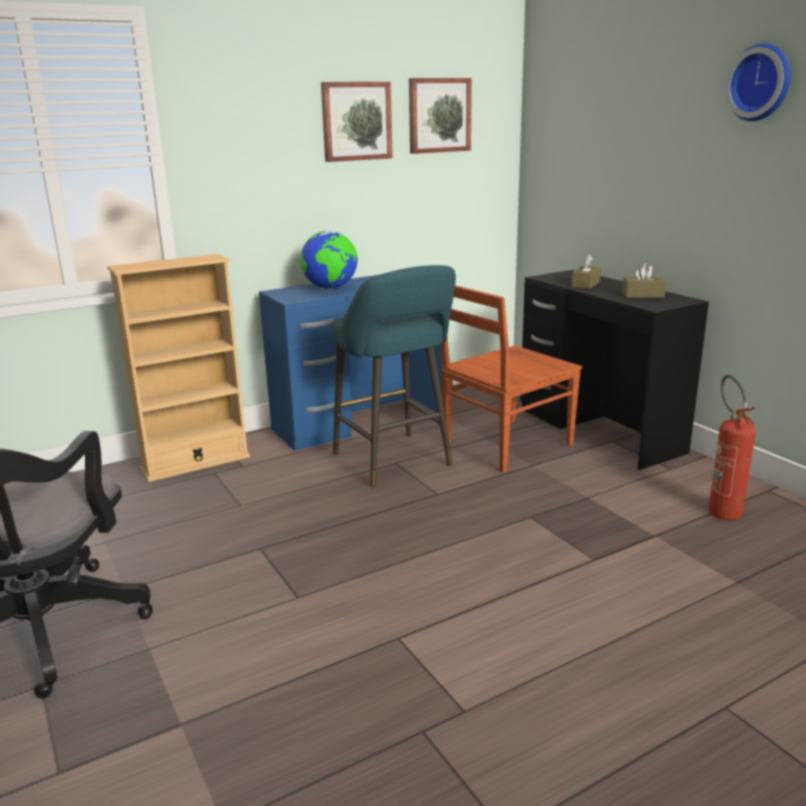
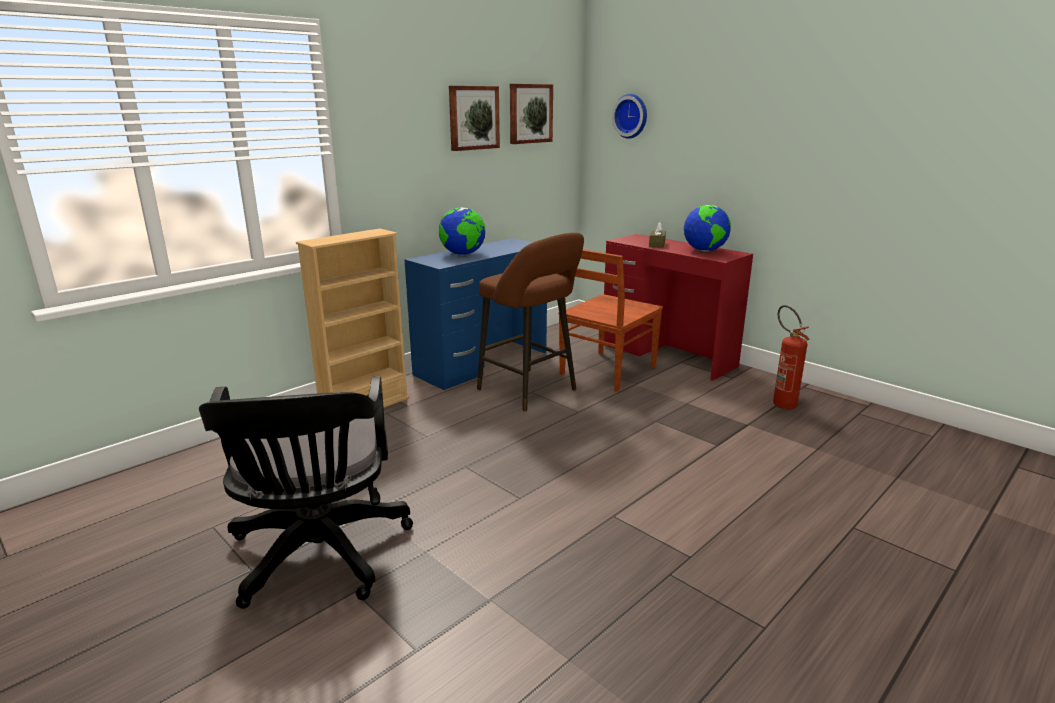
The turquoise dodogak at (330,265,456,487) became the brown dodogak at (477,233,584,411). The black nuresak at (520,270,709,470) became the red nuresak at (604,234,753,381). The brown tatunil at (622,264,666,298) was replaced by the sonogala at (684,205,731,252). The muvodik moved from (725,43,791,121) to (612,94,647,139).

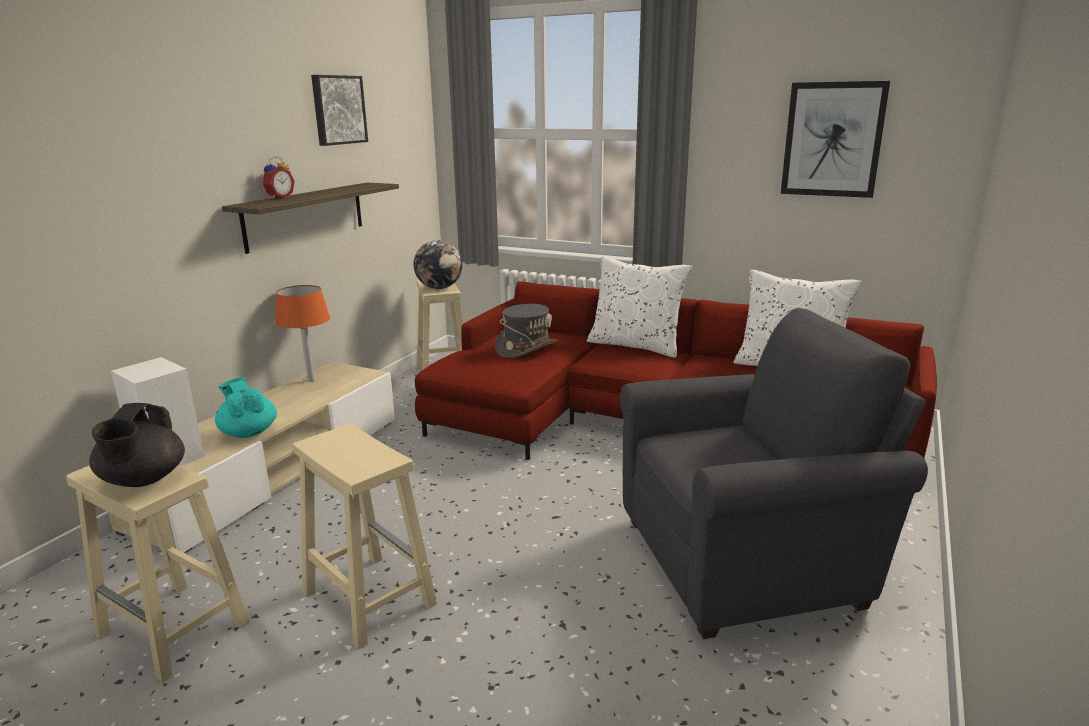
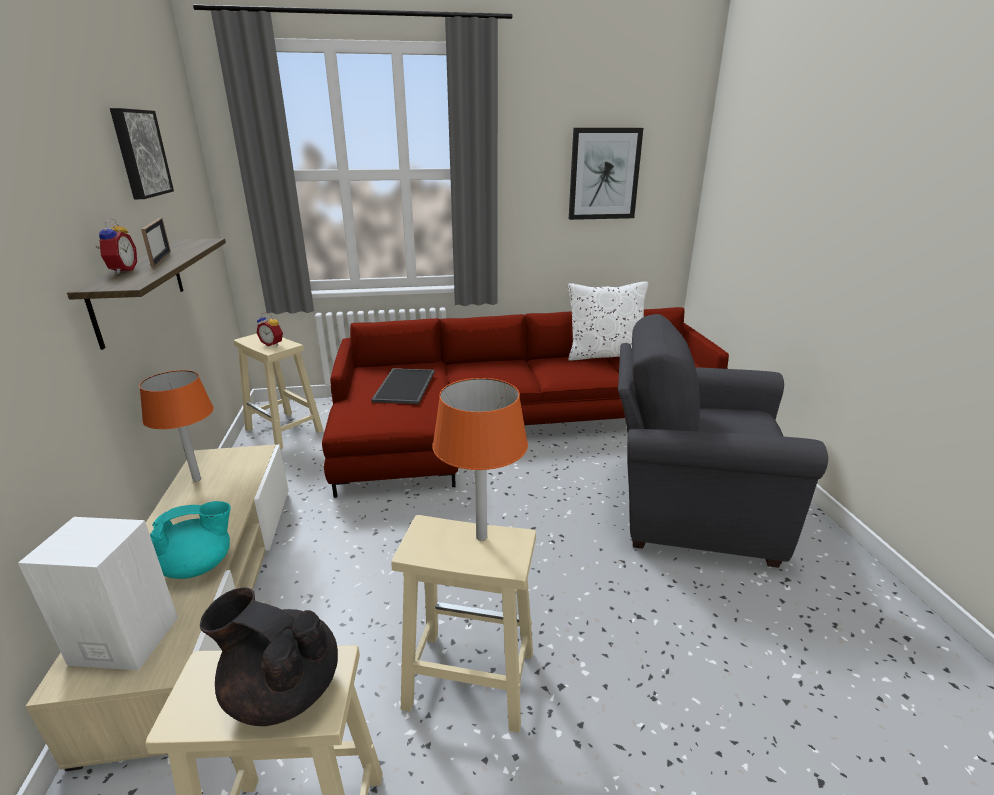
The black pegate at (89,403,185,487) turned 150 degrees clockwise. The turquoise pegate at (215,377,277,438) turned 135 degrees clockwise. The sonogala at (414,240,462,289) was replaced by the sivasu at (256,313,283,346). The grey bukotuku at (495,304,558,358) was replaced by the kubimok at (371,368,435,404). The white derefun at (587,256,692,358) disappeared. The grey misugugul at (620,308,928,639) turned 120 degrees counterclockwise. The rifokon at (141,218,171,267) appeared. The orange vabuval at (432,378,528,541) appeared.

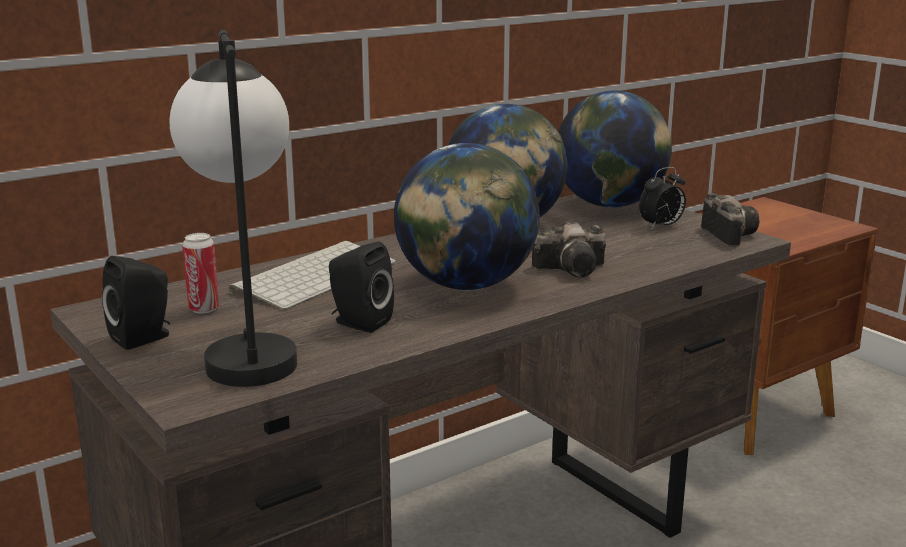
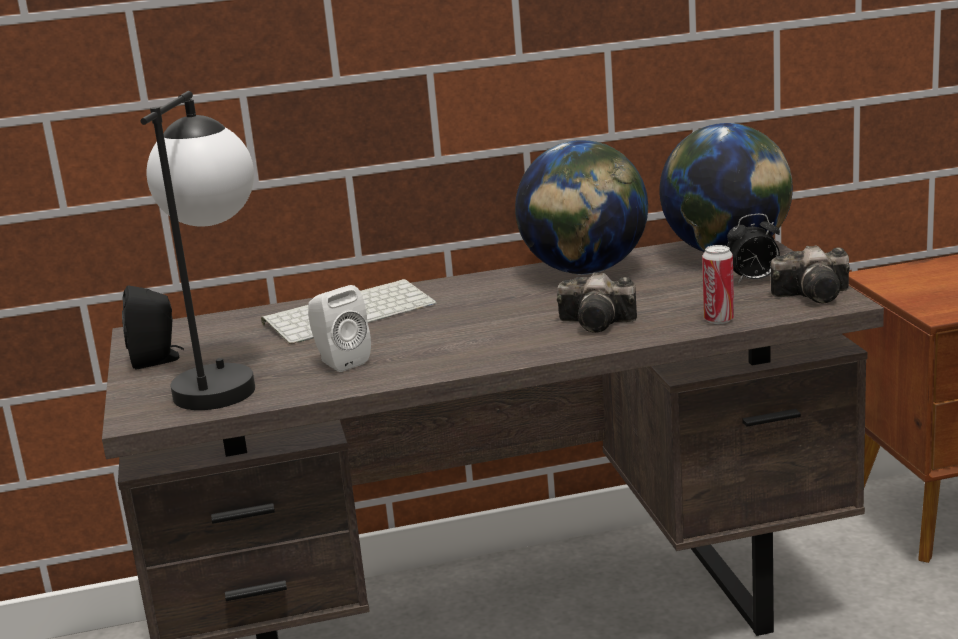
The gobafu moved from (182,233,219,314) to (702,245,734,324). The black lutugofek at (329,242,394,333) became the white lutugofek at (308,285,371,372). The sonogala at (394,143,540,291) disappeared. The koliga at (701,193,760,247) turned 75 degrees clockwise.

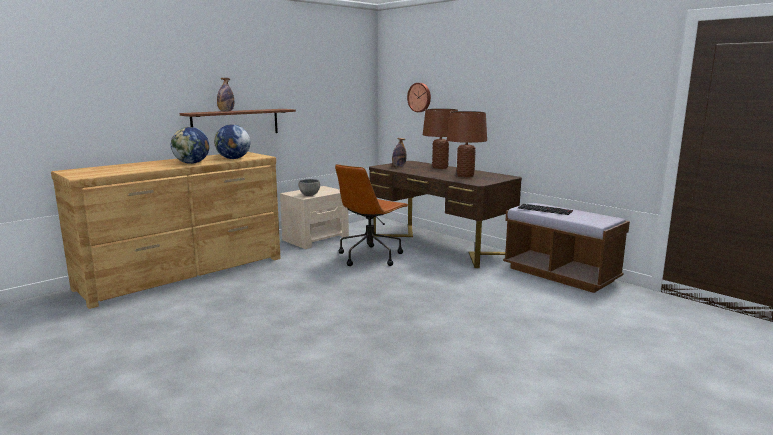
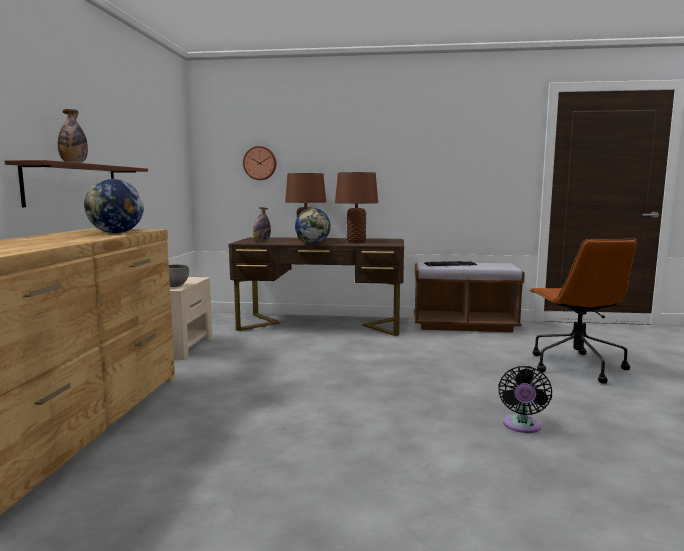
The sonogala moved from (171,127,210,164) to (295,208,331,244). The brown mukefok moved from (335,164,409,266) to (529,239,637,384). The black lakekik at (498,366,552,433) appeared.

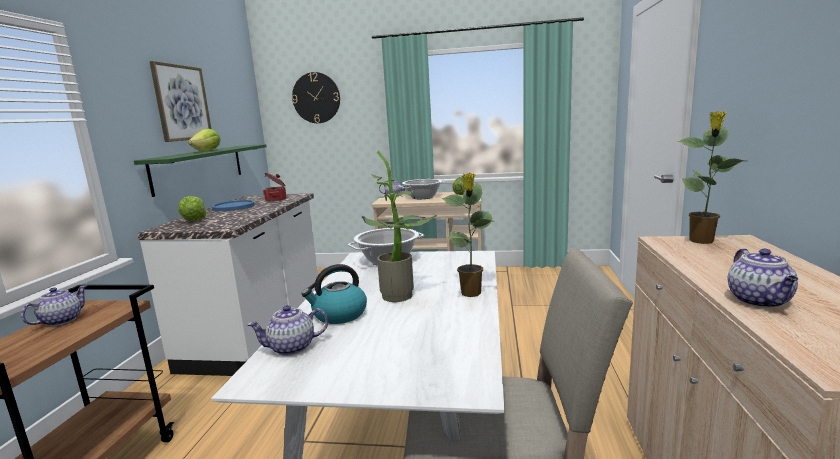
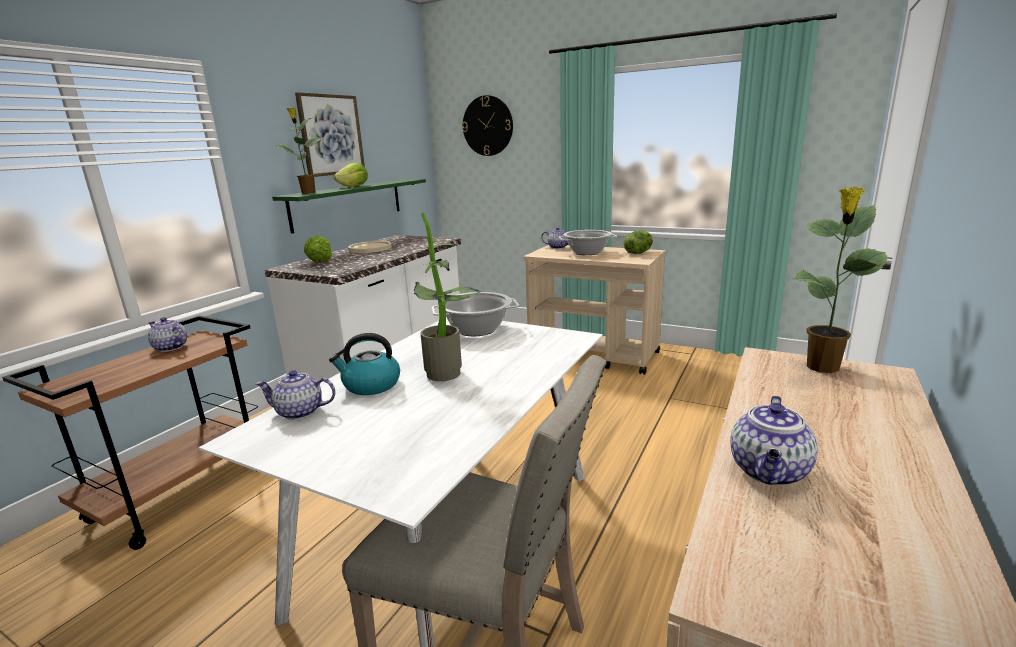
The pegate at (21,285,87,326) turned 105 degrees counterclockwise. The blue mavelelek at (212,200,255,211) became the beige mavelelek at (348,241,392,253). The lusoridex at (263,173,286,201) disappeared. The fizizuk moved from (442,173,492,297) to (274,107,323,194).

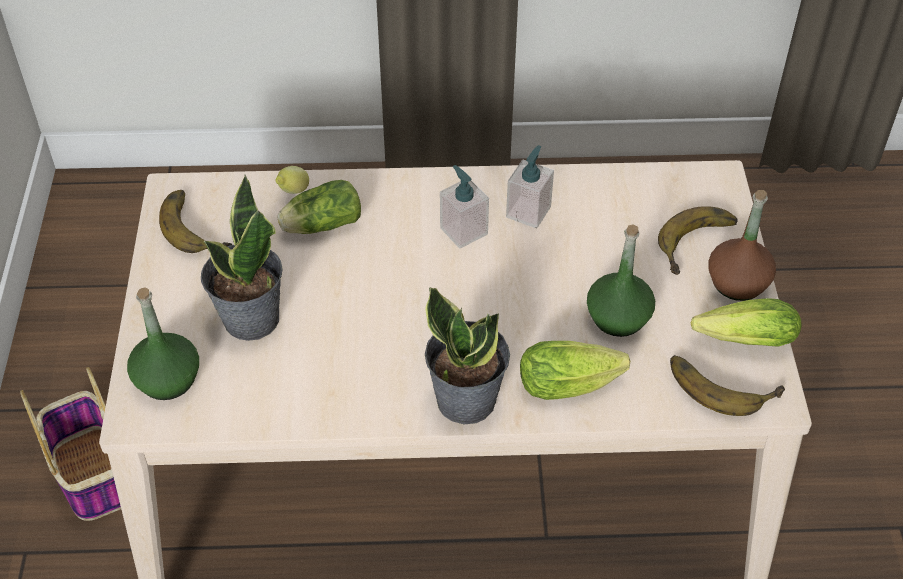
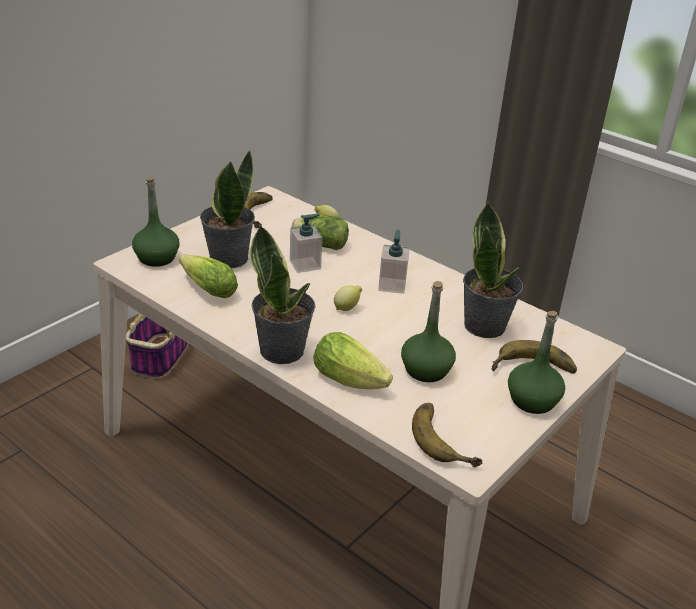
The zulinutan moved from (506,145,554,228) to (290,214,322,273). The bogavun moved from (691,298,801,347) to (179,254,238,298). The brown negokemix at (708,190,776,301) became the green negokemix at (508,311,565,414). The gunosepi at (334,285,362,311) appeared. The fizizuk at (463,202,523,338) appeared.

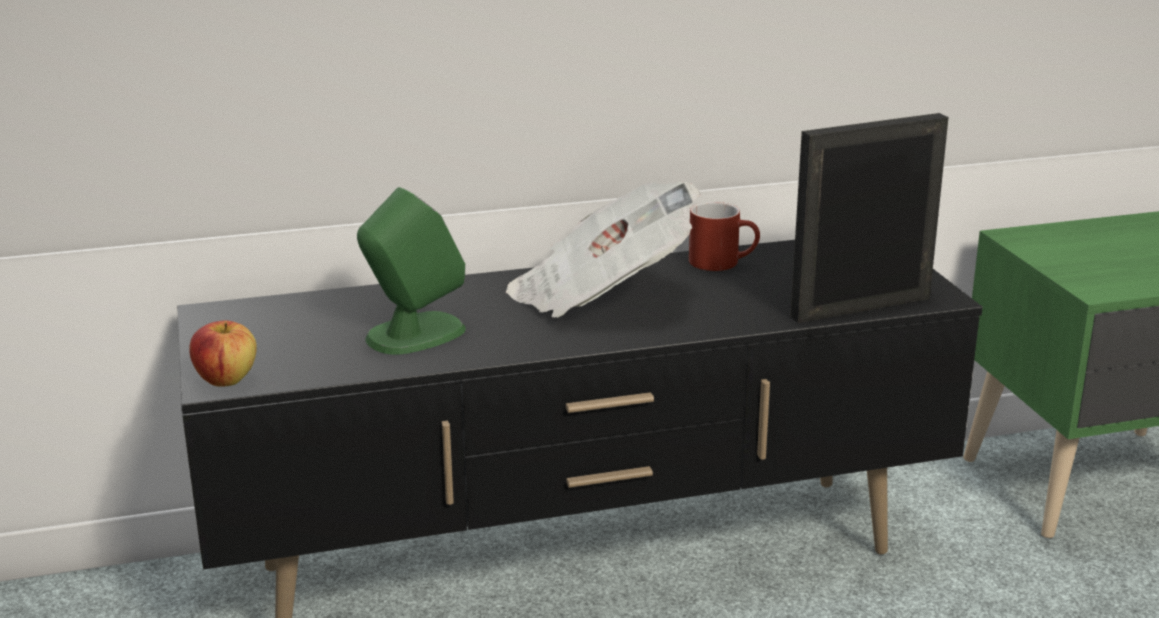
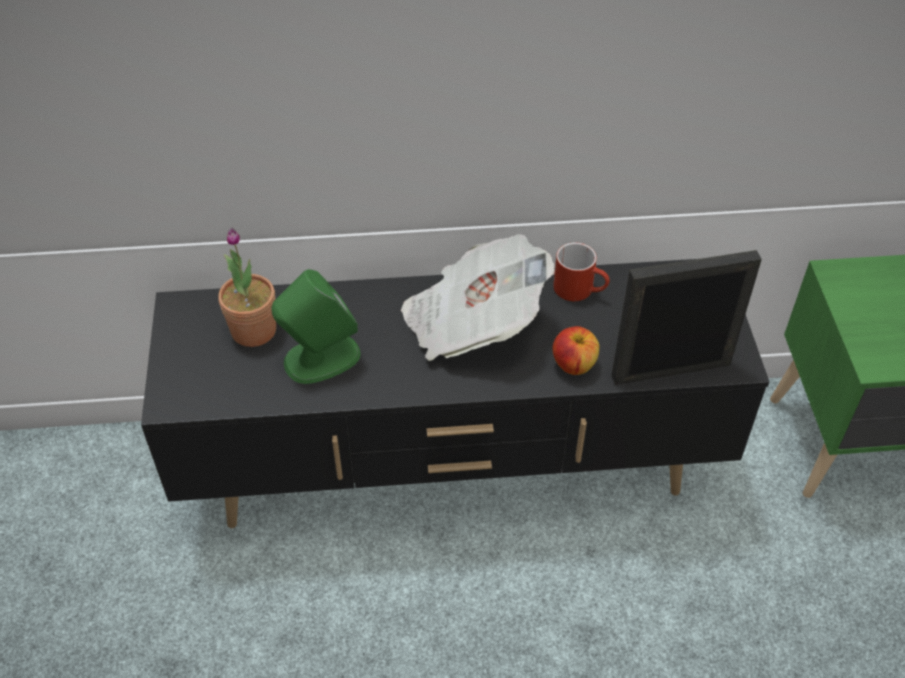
The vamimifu moved from (189,321,257,387) to (553,326,599,375). The fizizuk at (218,228,276,347) appeared.

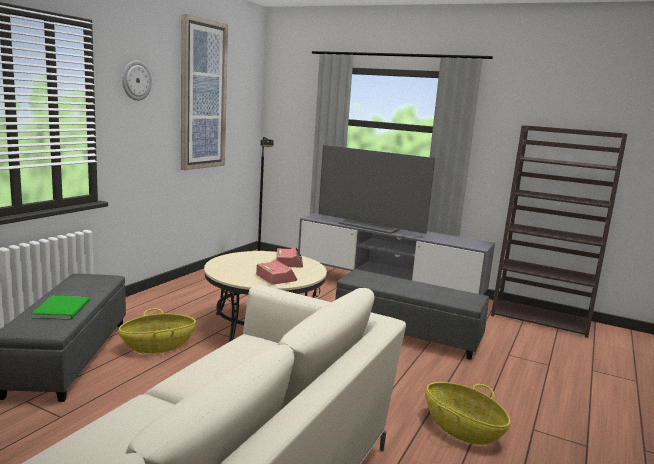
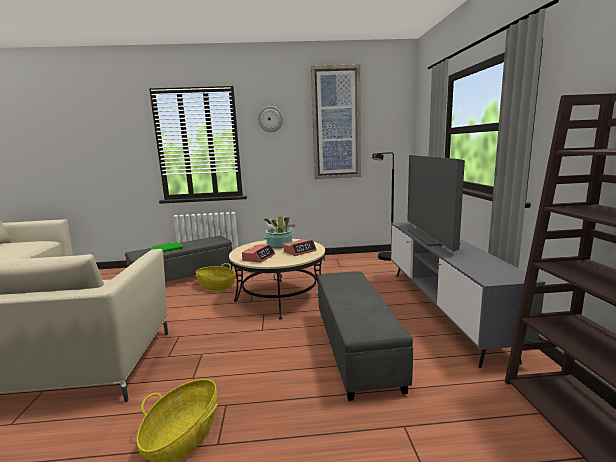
The fizizuk at (263,215,296,249) appeared.

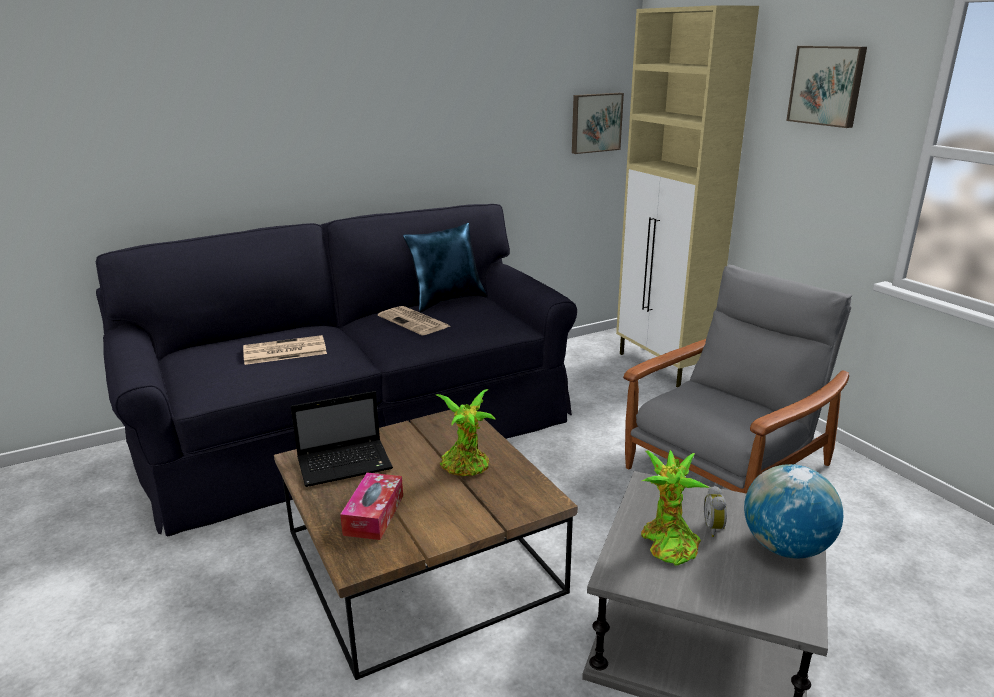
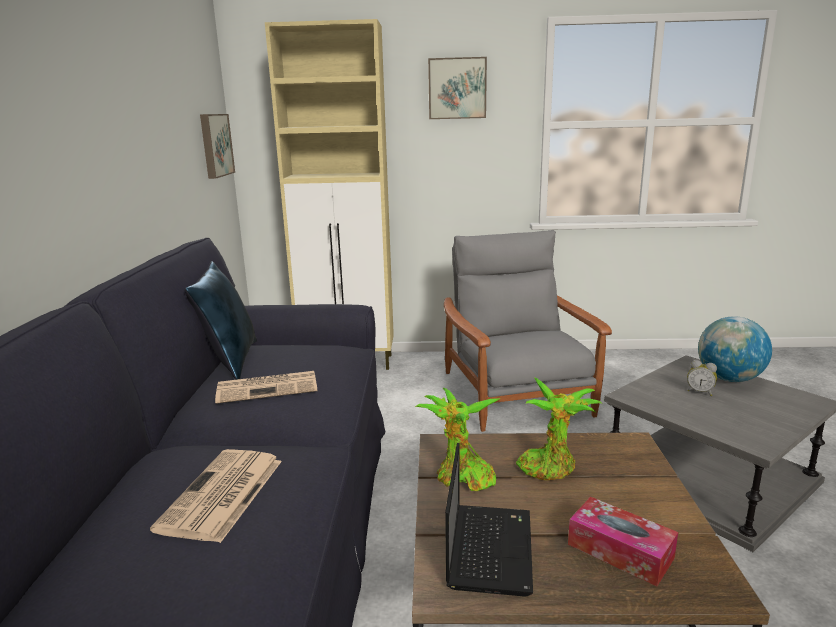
The fizizuk moved from (641,450,710,566) to (415,388,501,491).

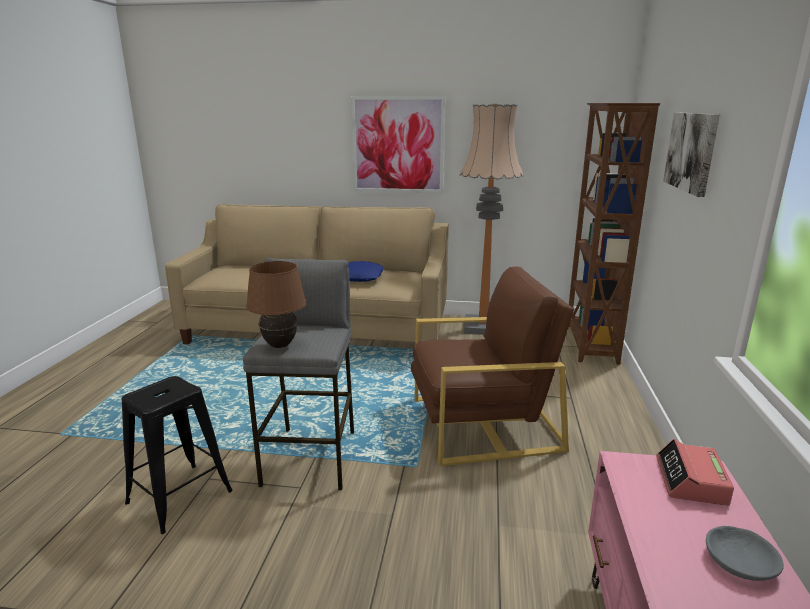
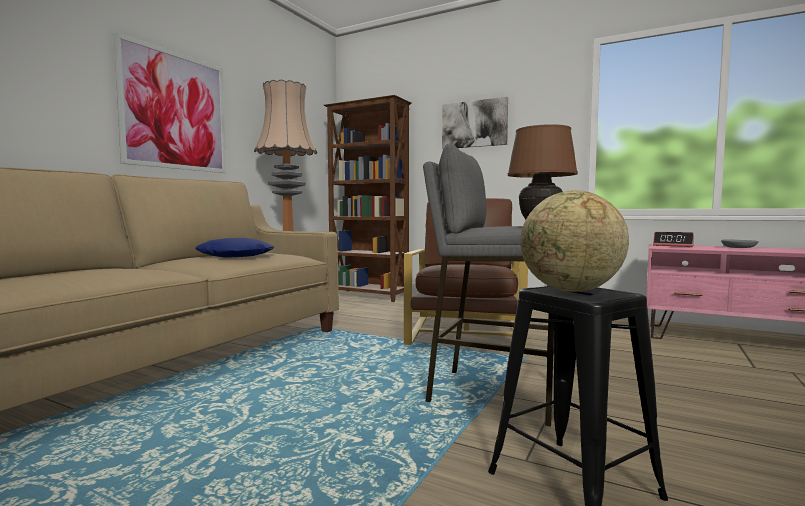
The sonogala at (520,190,629,292) appeared.

